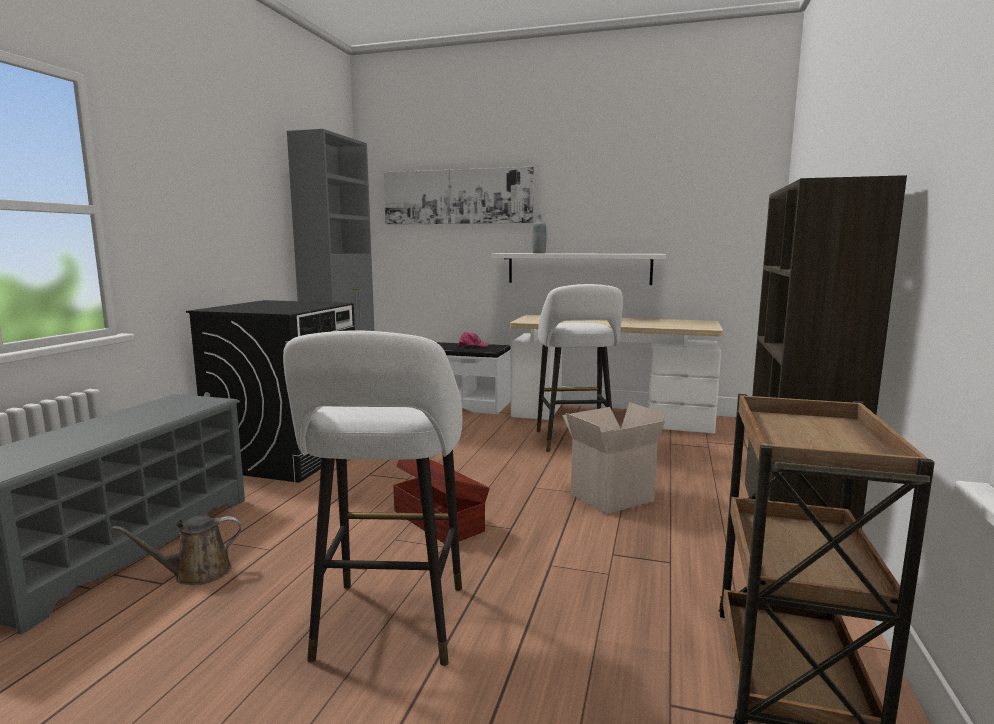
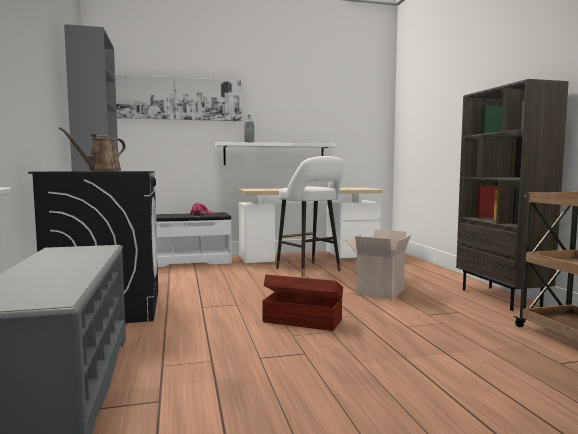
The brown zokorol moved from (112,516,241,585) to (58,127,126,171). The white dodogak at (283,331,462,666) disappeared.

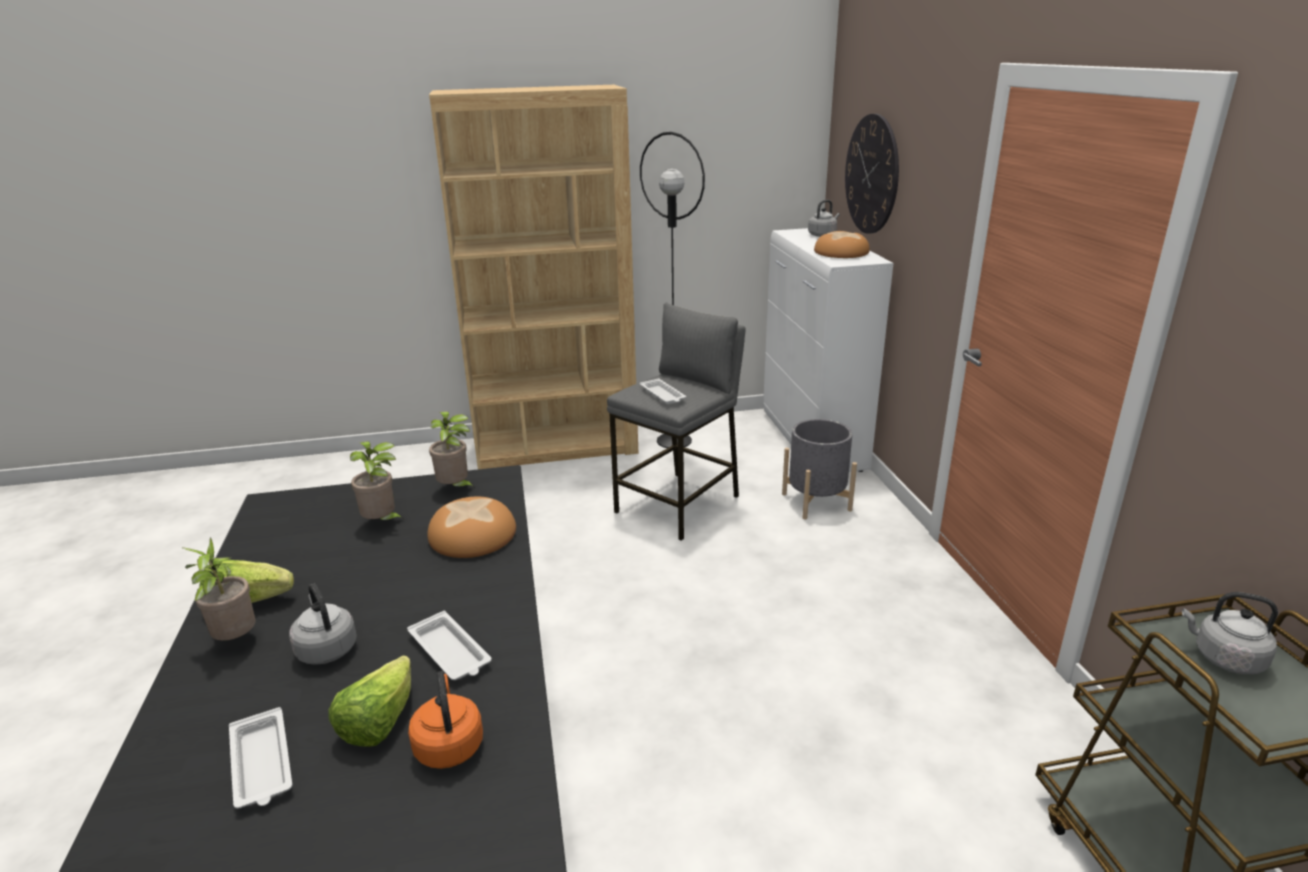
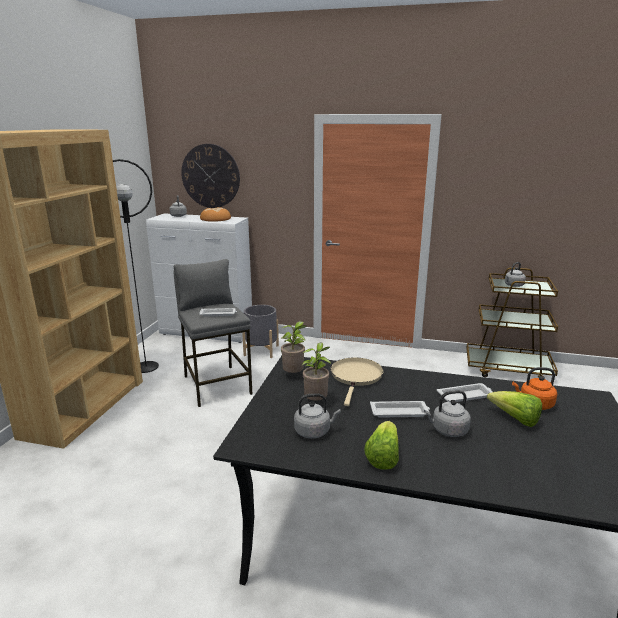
The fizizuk at (182,538,256,641) disappeared. The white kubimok moved from (229,707,292,809) to (370,401,430,417). The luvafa at (427,496,516,558) was replaced by the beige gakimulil at (331,357,383,406). The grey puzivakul at (294,393,341,439) appeared.

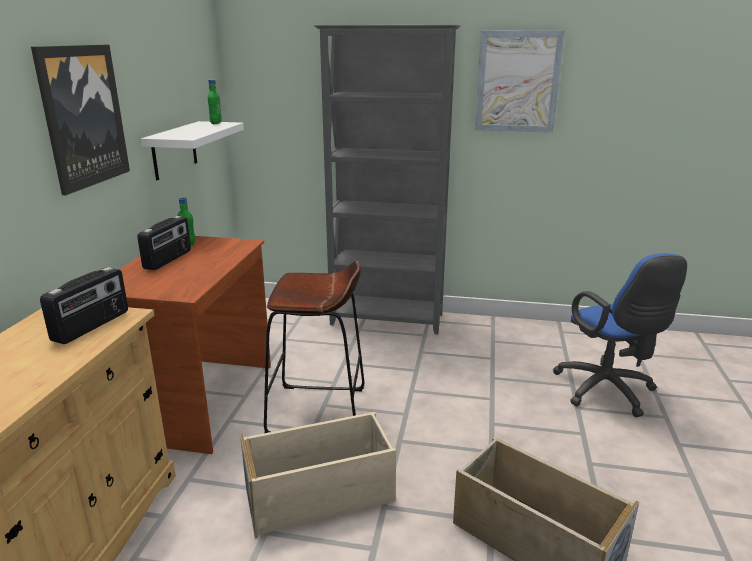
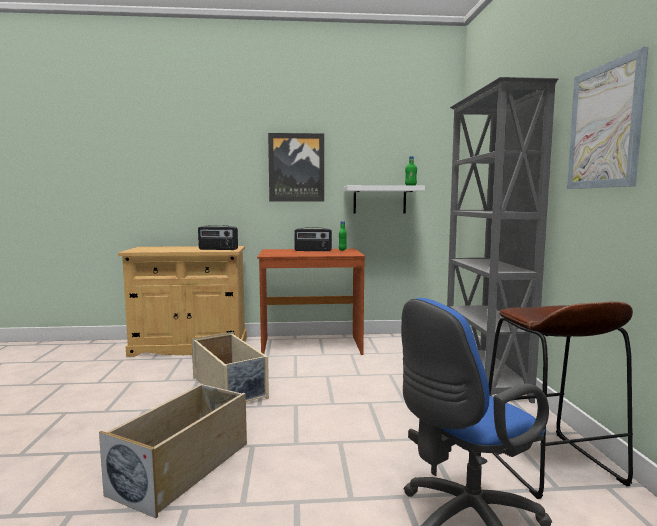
The brown dodogak moved from (264,261,364,433) to (488,302,633,499).

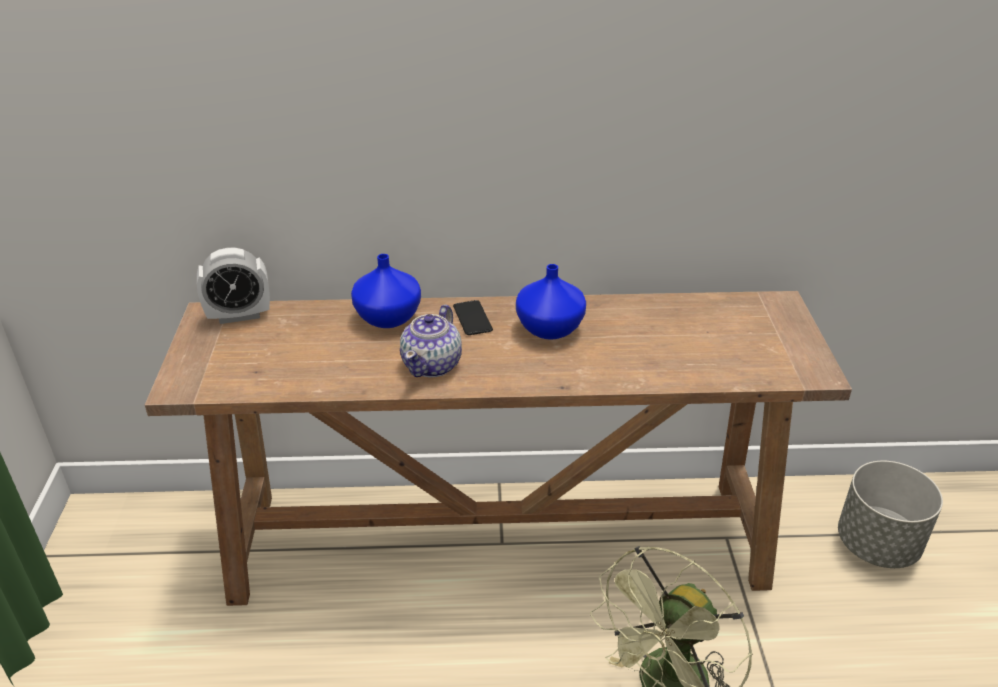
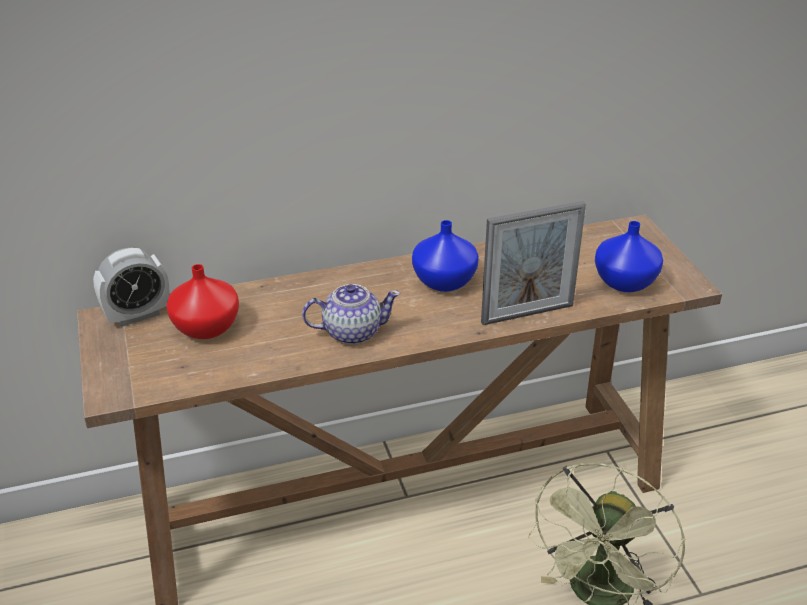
The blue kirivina moved from (351,254,421,328) to (595,221,663,292). The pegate at (400,305,462,377) turned 105 degrees counterclockwise. The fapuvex at (453,300,493,335) disappeared. The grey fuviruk at (838,461,943,568) disappeared. The red kirivina at (167,264,239,339) appeared. The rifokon at (481,201,586,325) appeared.

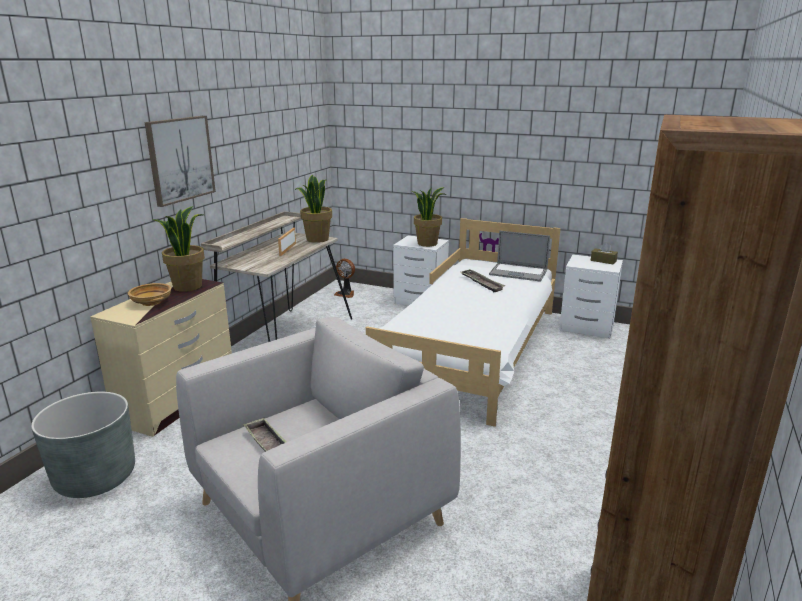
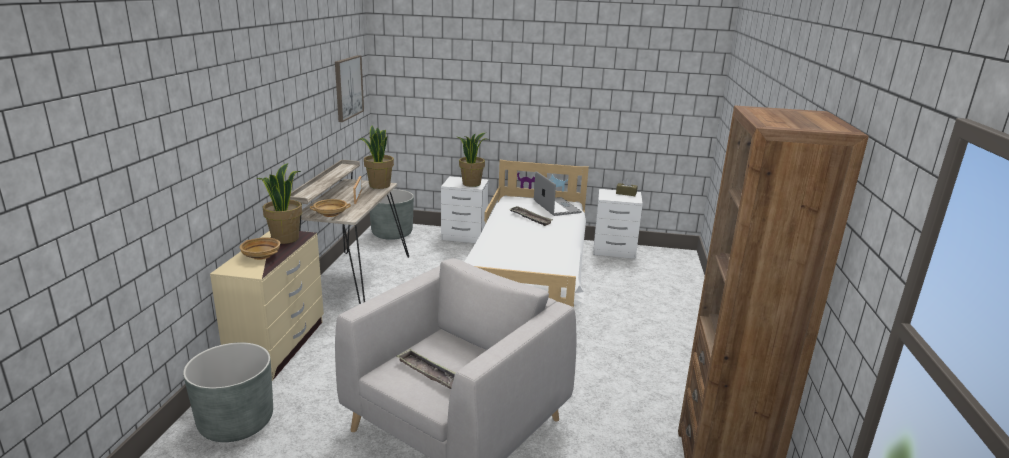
The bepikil moved from (145,116,216,207) to (335,55,364,122). The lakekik at (334,259,355,298) was replaced by the grey fuviruk at (370,189,414,240). The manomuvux at (489,231,550,282) turned 120 degrees counterclockwise. The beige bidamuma at (310,199,351,217) appeared.

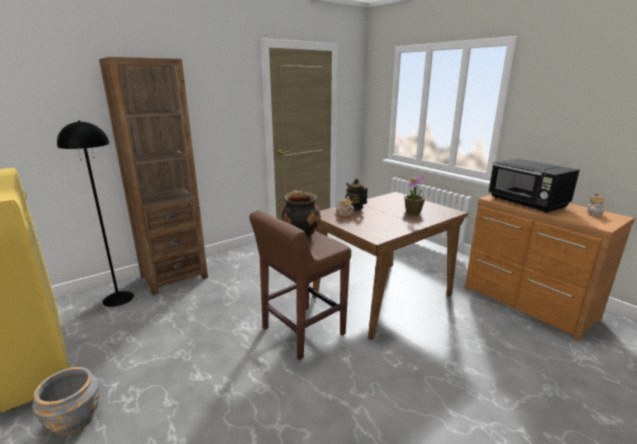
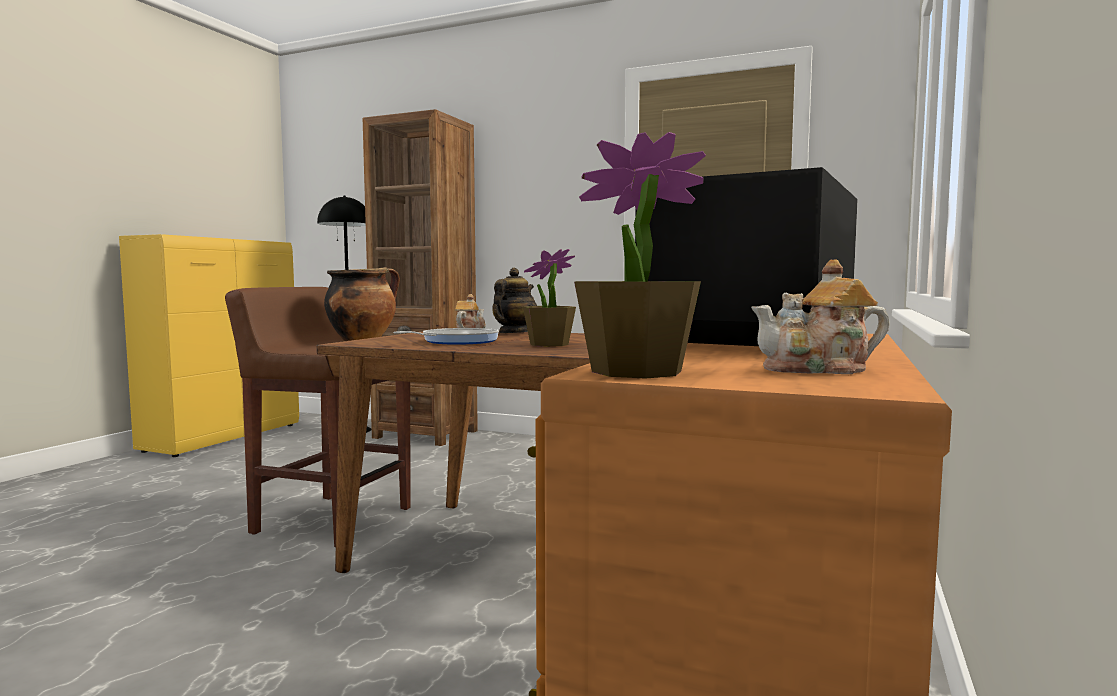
The grey fuviruk at (32,367,100,435) disappeared. The gakimulil at (393,328,499,345) appeared. The fizizuk at (574,132,706,379) appeared.

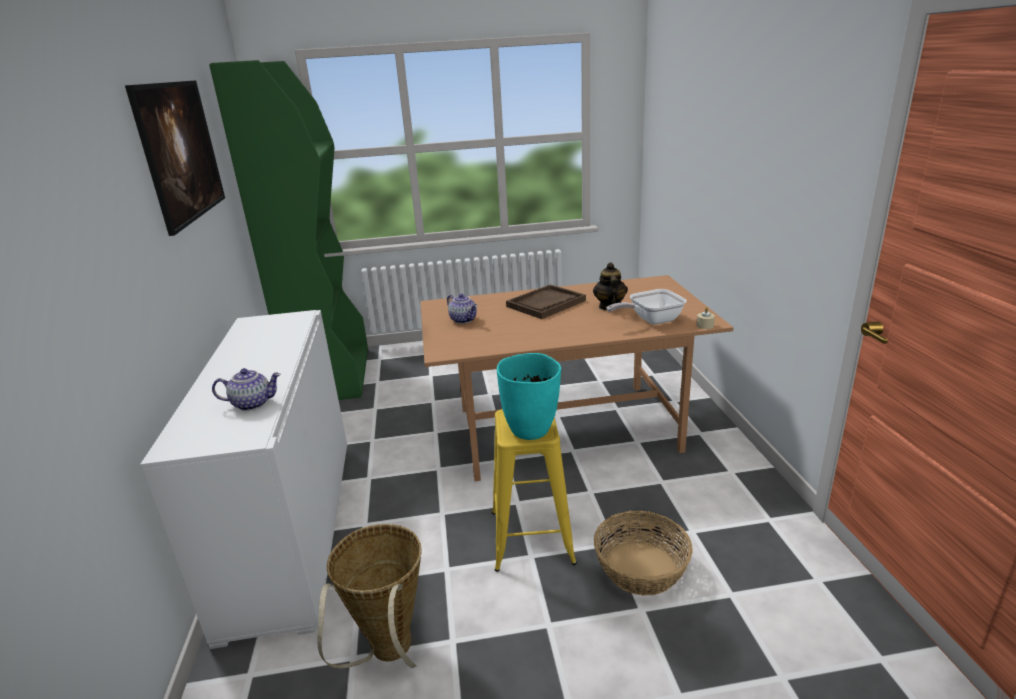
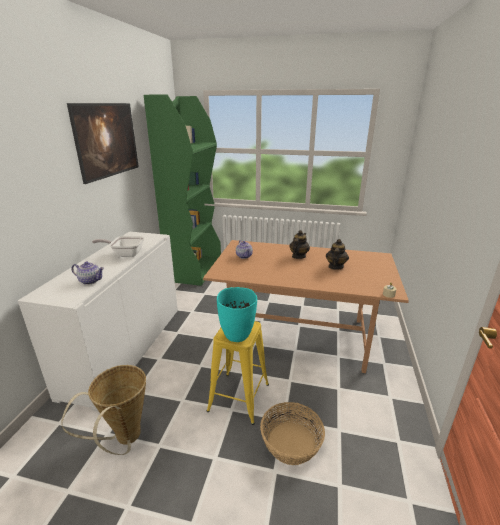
The brown kubimok at (506,284,586,319) was replaced by the pegate at (289,230,310,259). The gakimulil moved from (607,289,687,325) to (92,236,144,257).

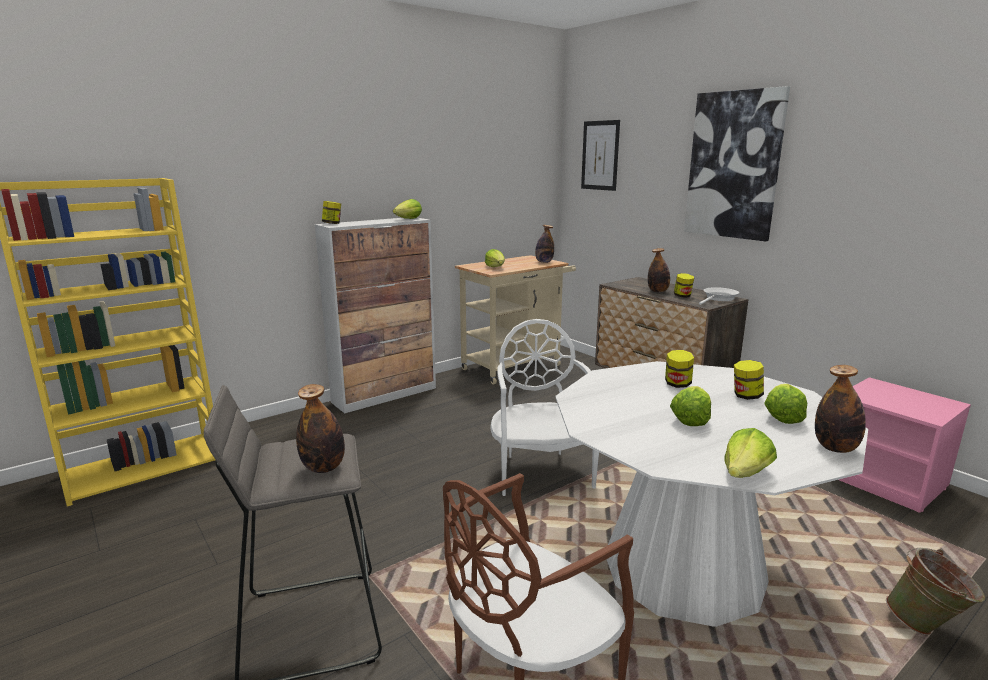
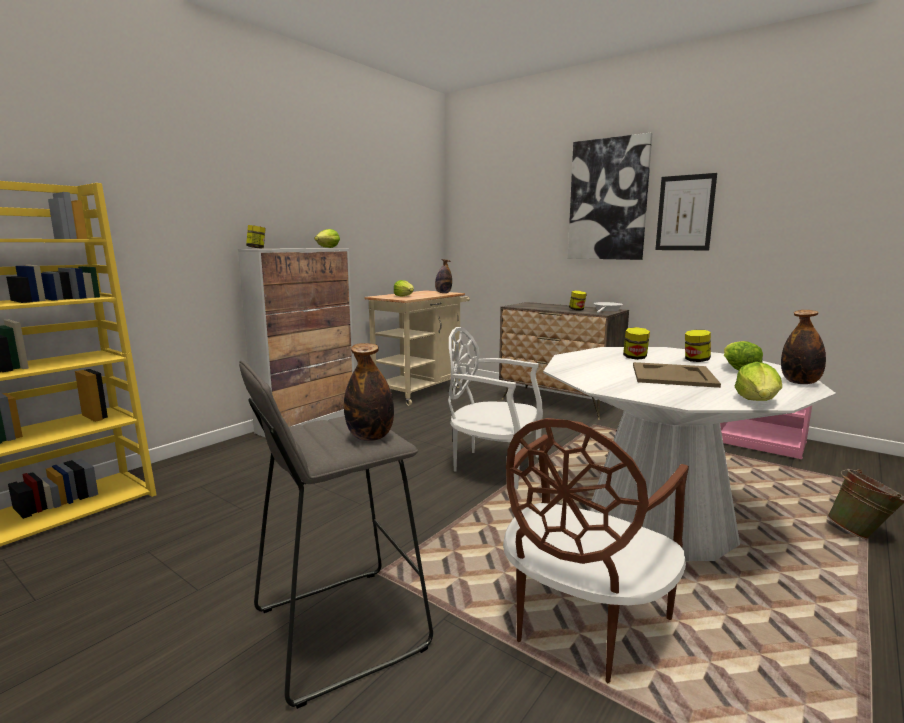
The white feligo at (490,319,599,496) turned 45 degrees counterclockwise. The bepikil moved from (581,120,620,191) to (655,173,717,250). The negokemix at (648,248,670,292) disappeared. The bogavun at (670,386,711,426) was replaced by the beige kubimok at (633,362,721,388).

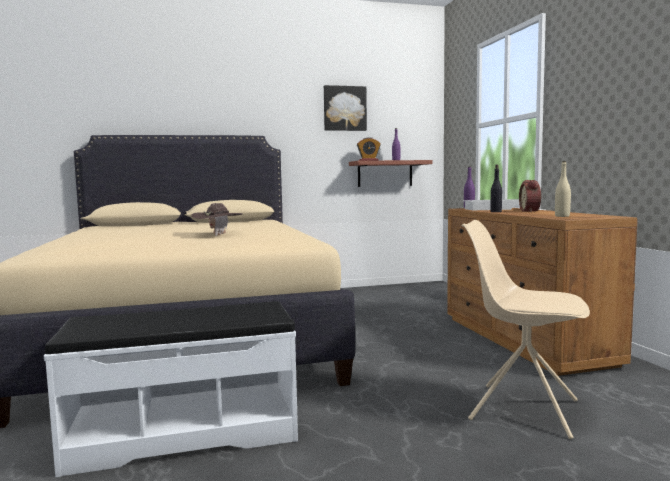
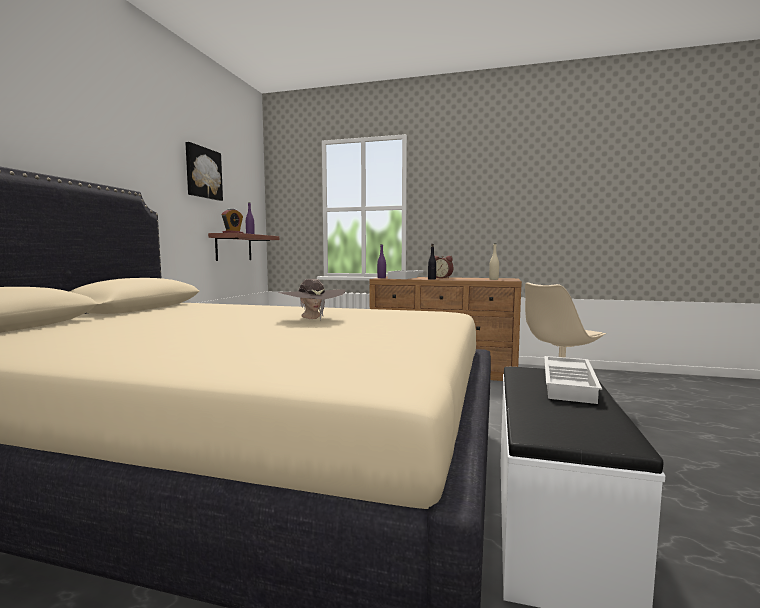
The white kubimok at (544,356,602,404) appeared.

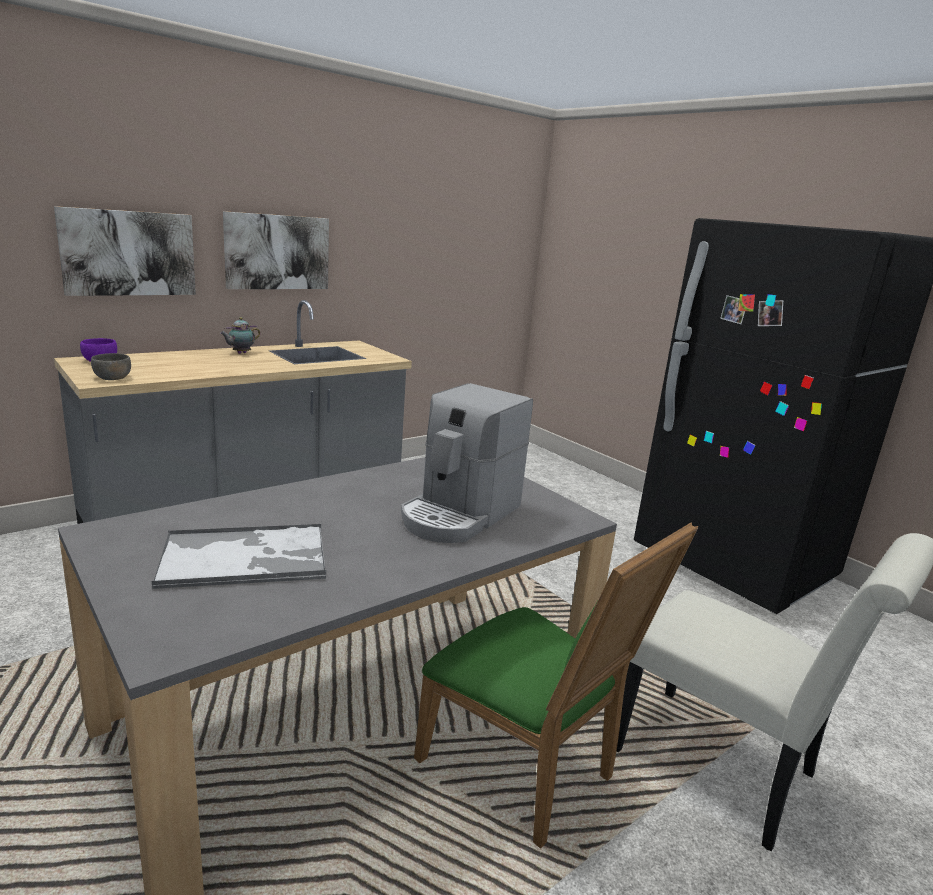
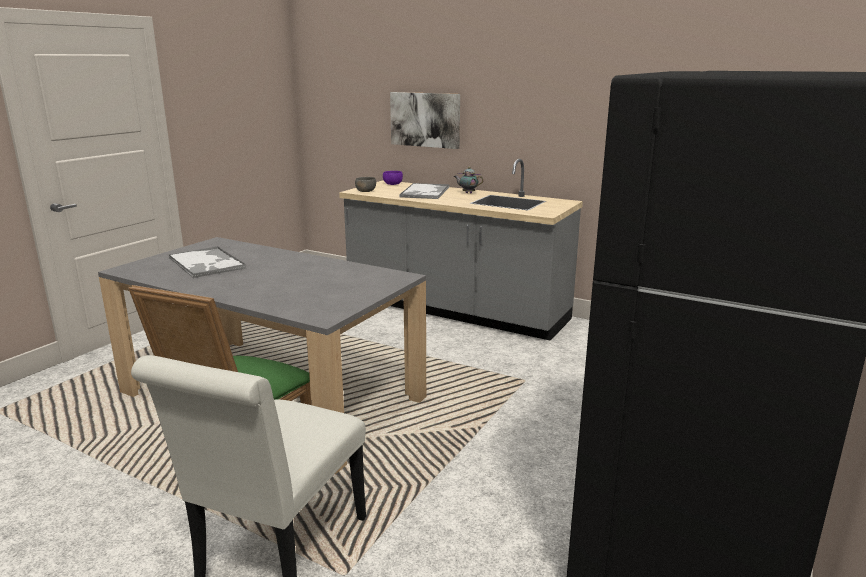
The bepikil at (223,211,329,289) disappeared. The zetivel at (401,383,533,543) disappeared. The kubimok at (399,183,449,199) appeared.

